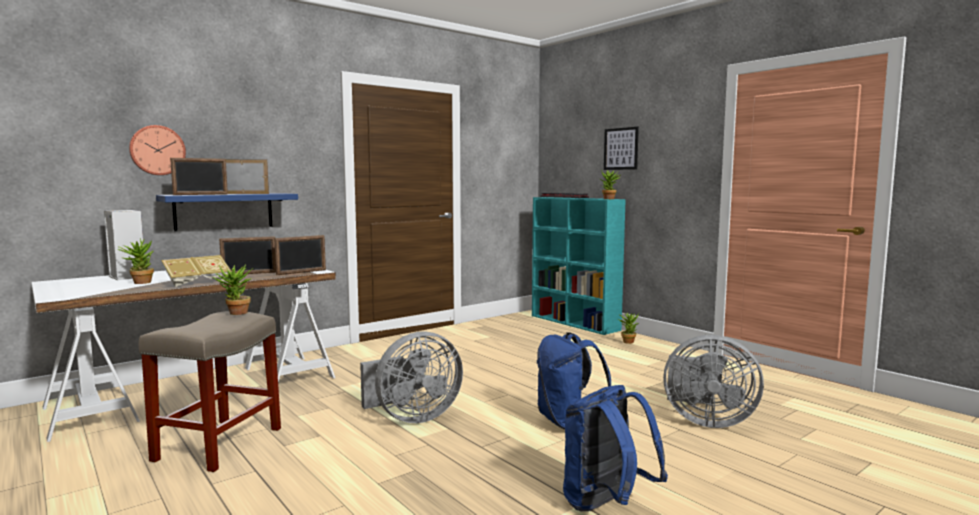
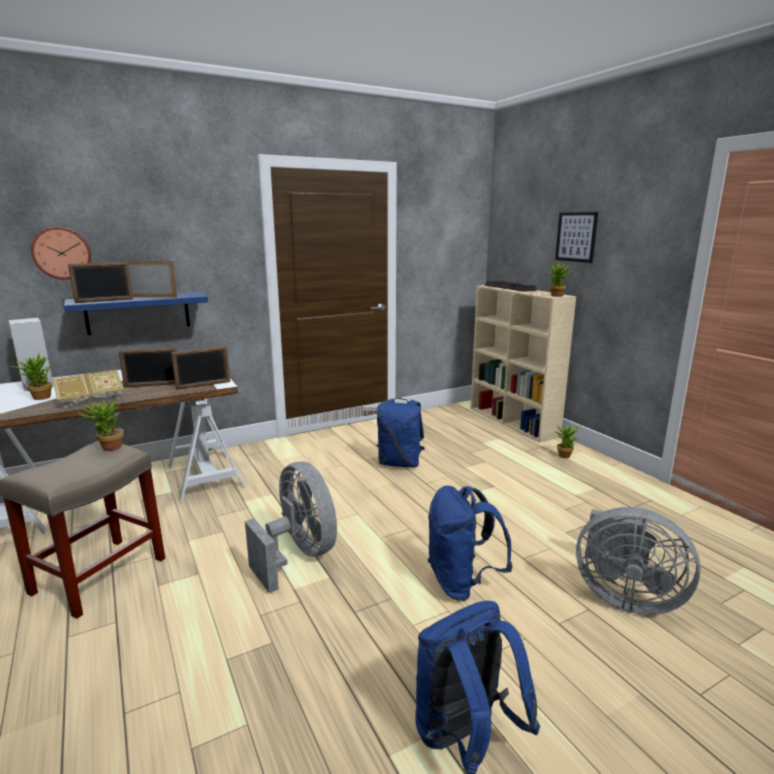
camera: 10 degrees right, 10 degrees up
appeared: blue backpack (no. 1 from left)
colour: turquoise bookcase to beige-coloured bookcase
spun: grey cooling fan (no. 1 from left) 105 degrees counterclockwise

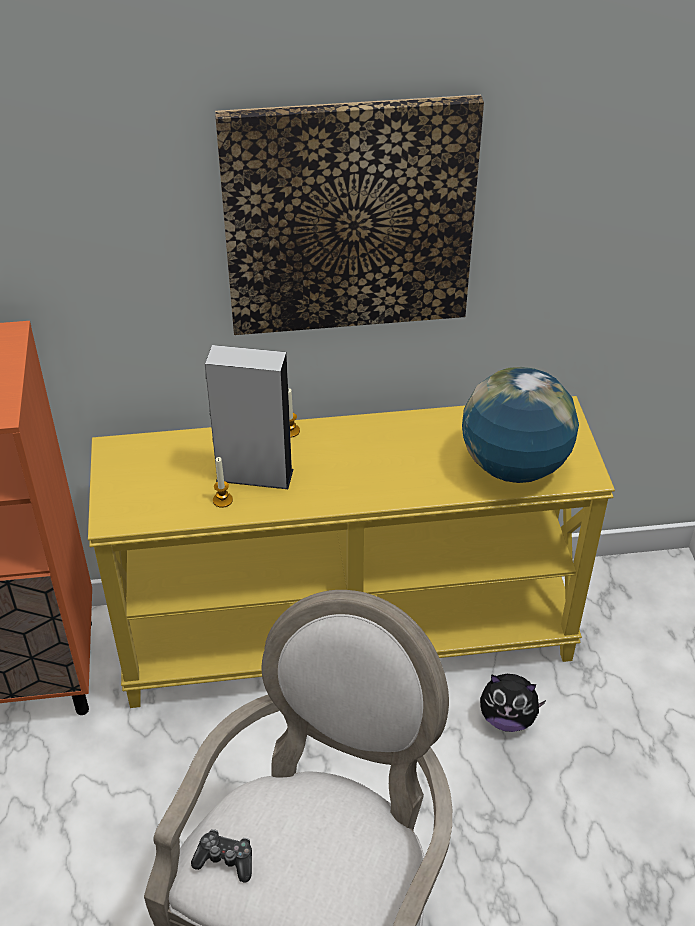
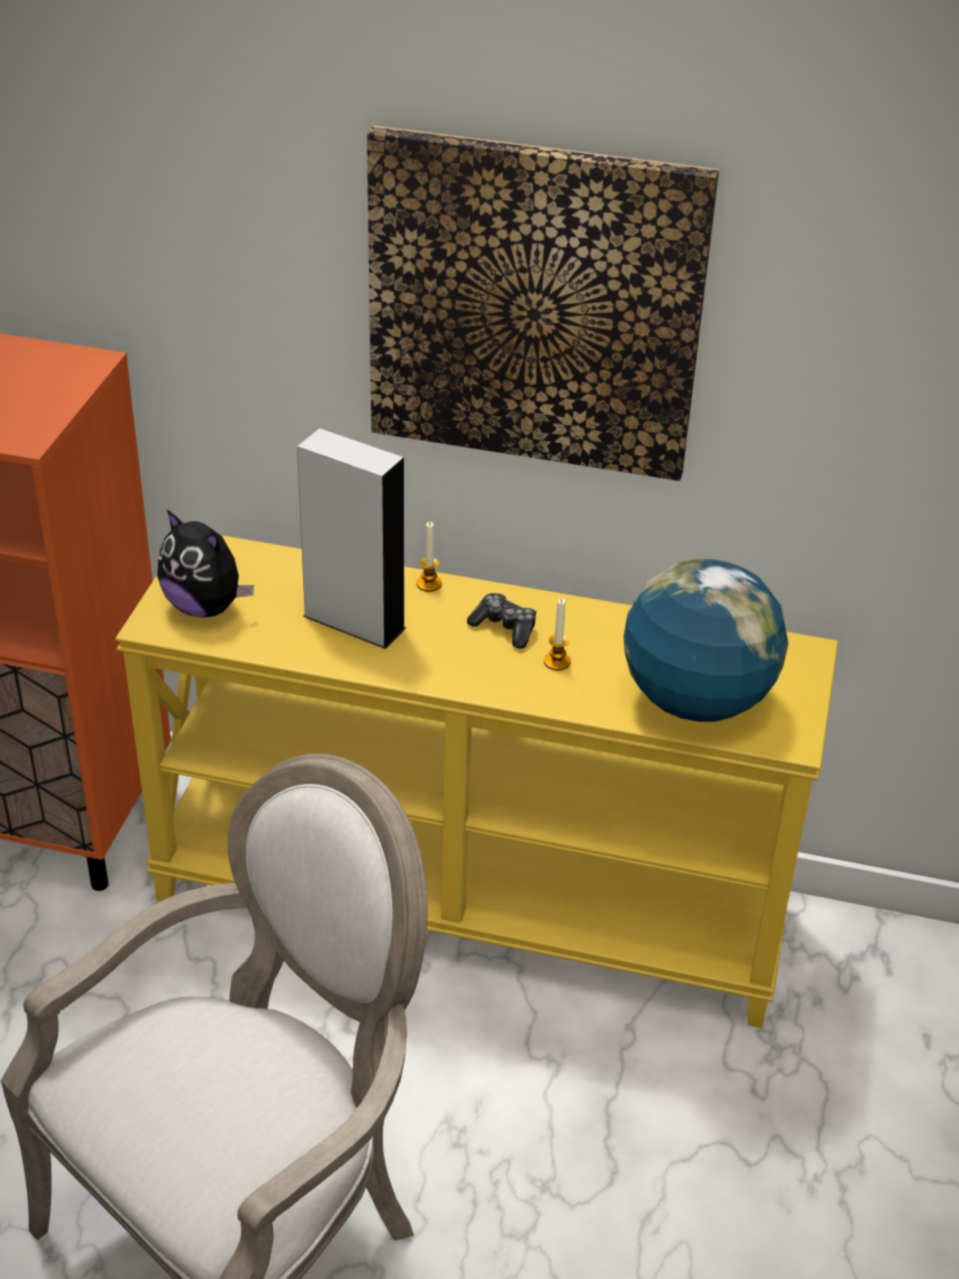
camera: 20 degrees right, 5 degrees down
relocated: game controller; candle (no. 1 from left in the first image) to candle (no. 2 from left); soft toy

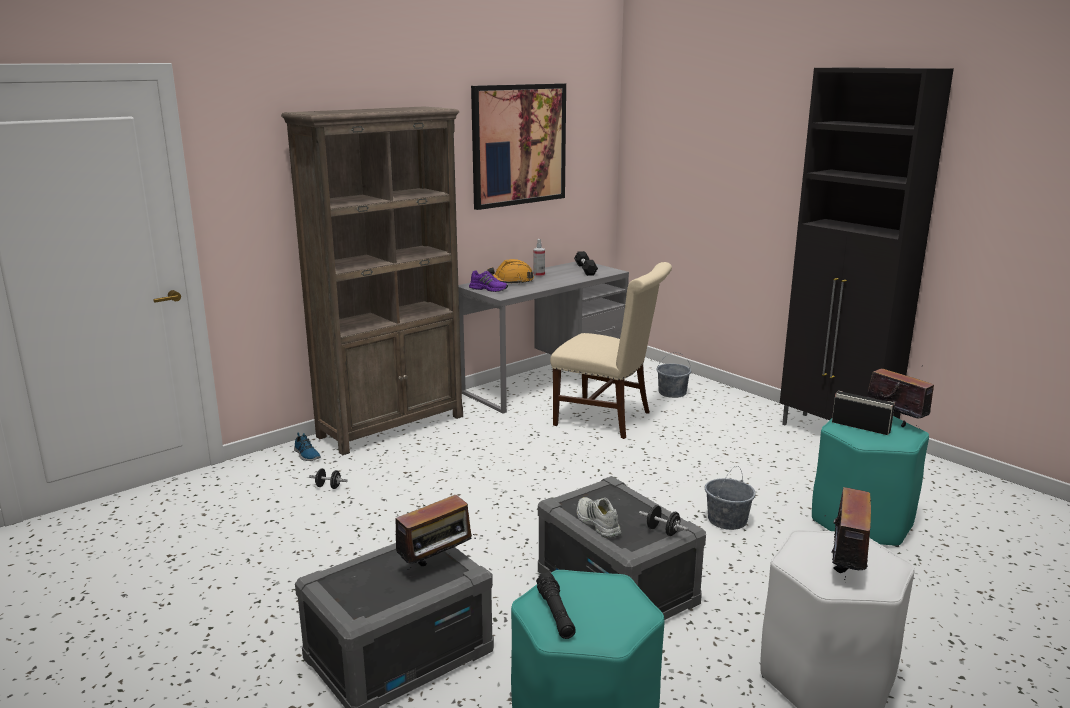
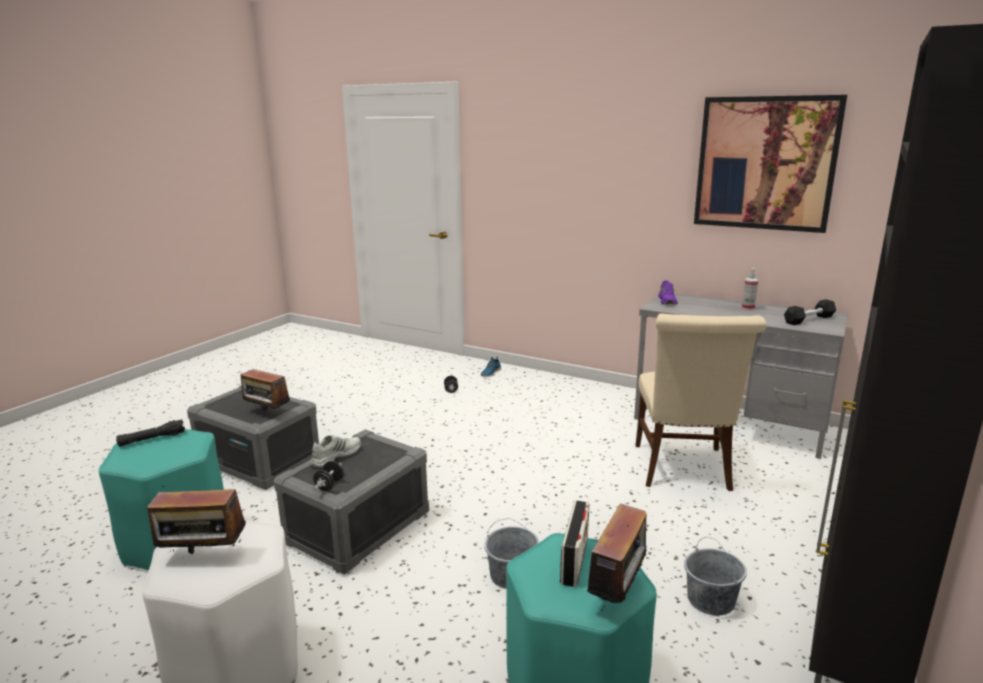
camera: 70 degrees right, 0 degrees up
missing: brown bookcase; orange-coloured work helmet
relocated: grey water bucket (no. 1 from left in the first image) to grey water bucket (no. 2 from left)

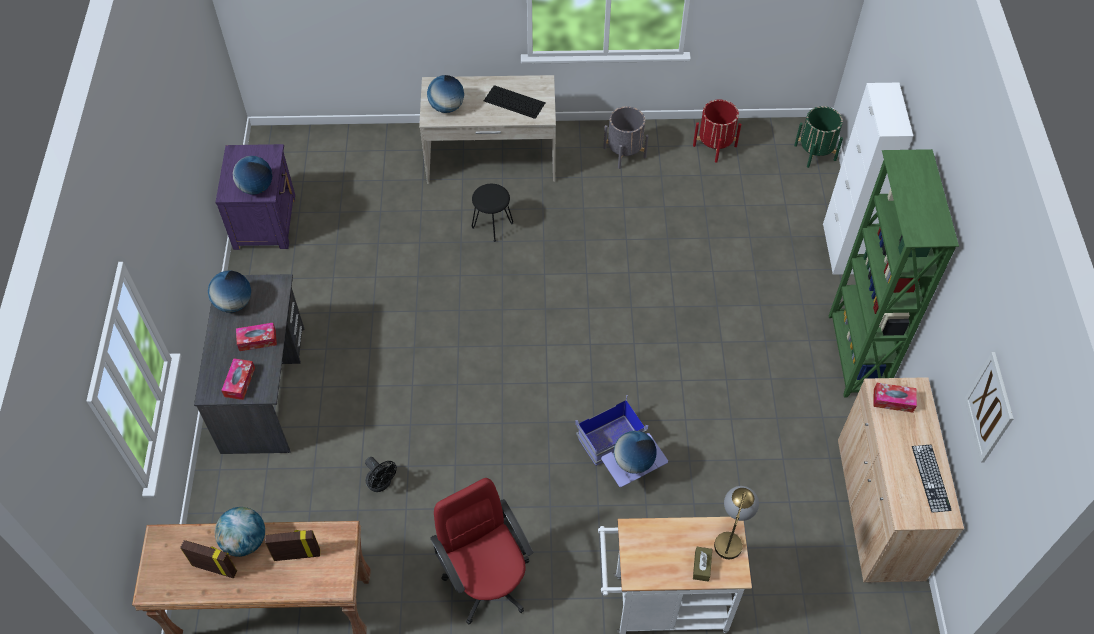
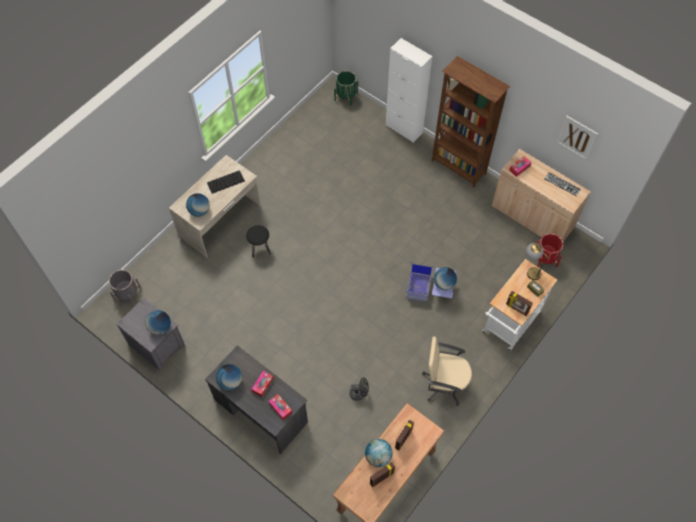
camera: 50 degrees left, 5 degrees up
appeared: photo frame (no. 3 from left)
relocated: grey flower pot; red-coloured flower pot
colour: purple bedside table to grey bedside table; red-coloured desk chair to beige-coloured desk chair; green bookcase to brown bookcase

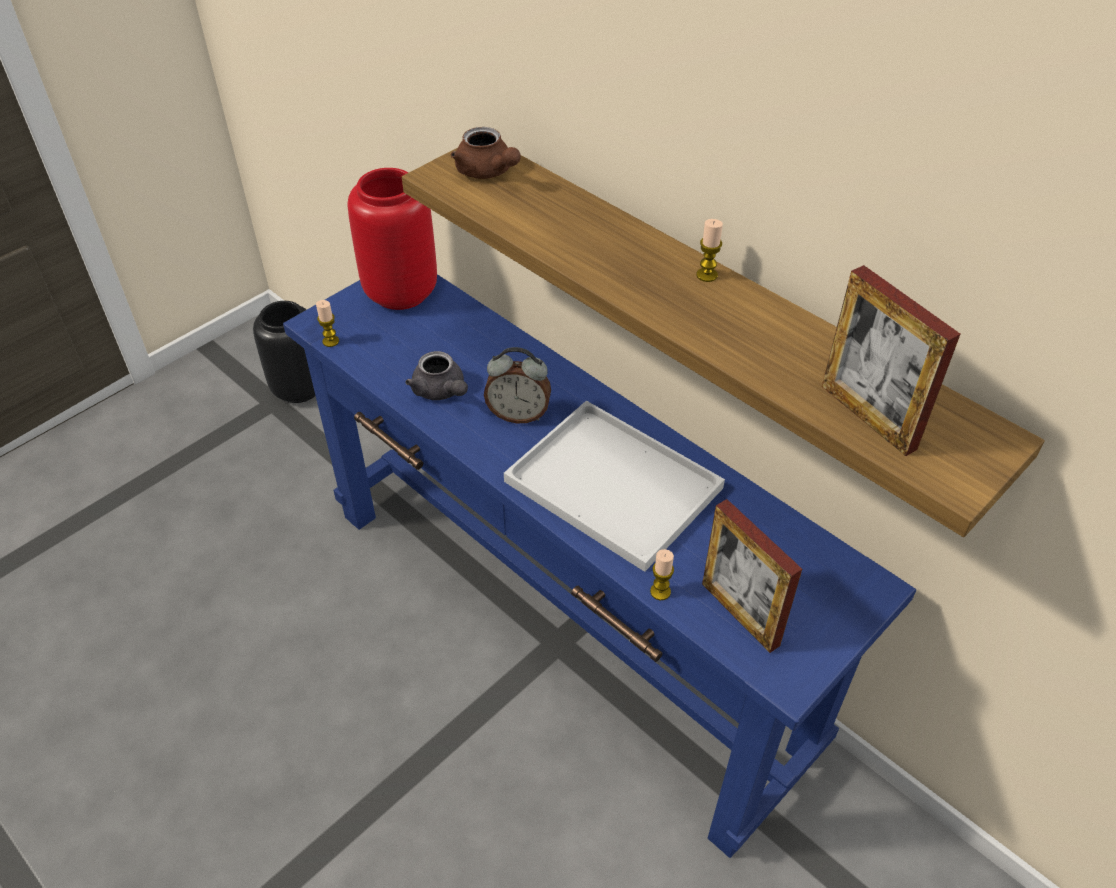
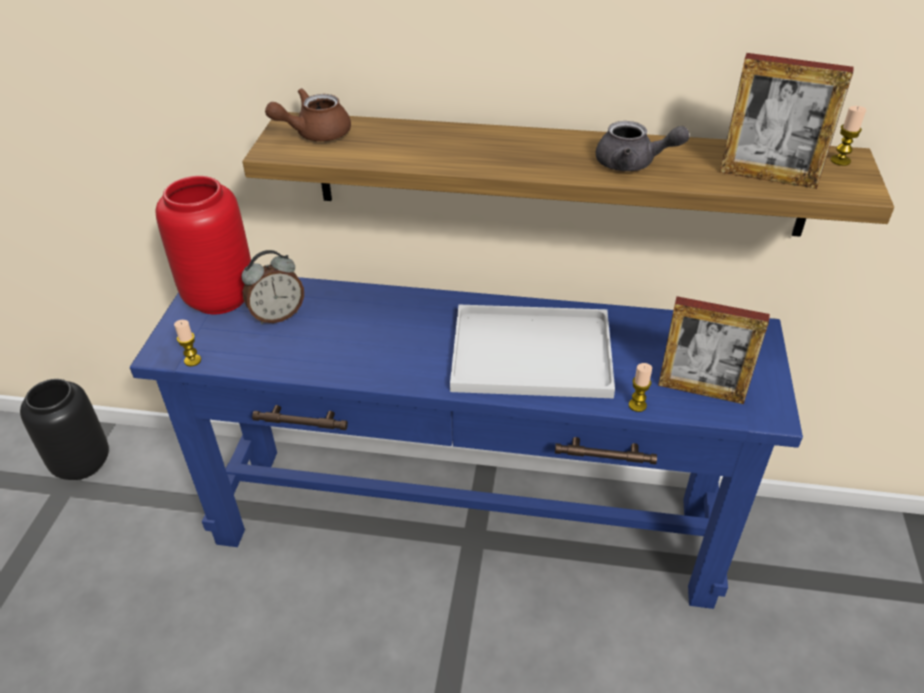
camera: 35 degrees left, 5 degrees down
relocated: grey pot for tea; table clock; candle (no. 3 from left)
spun: brown pot for tea 135 degrees clockwise

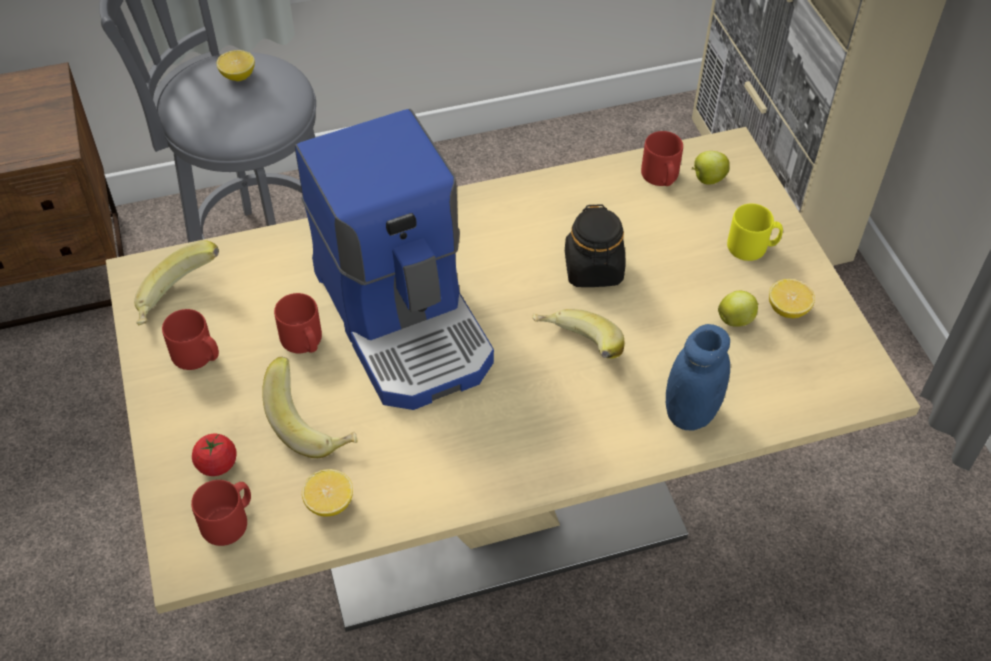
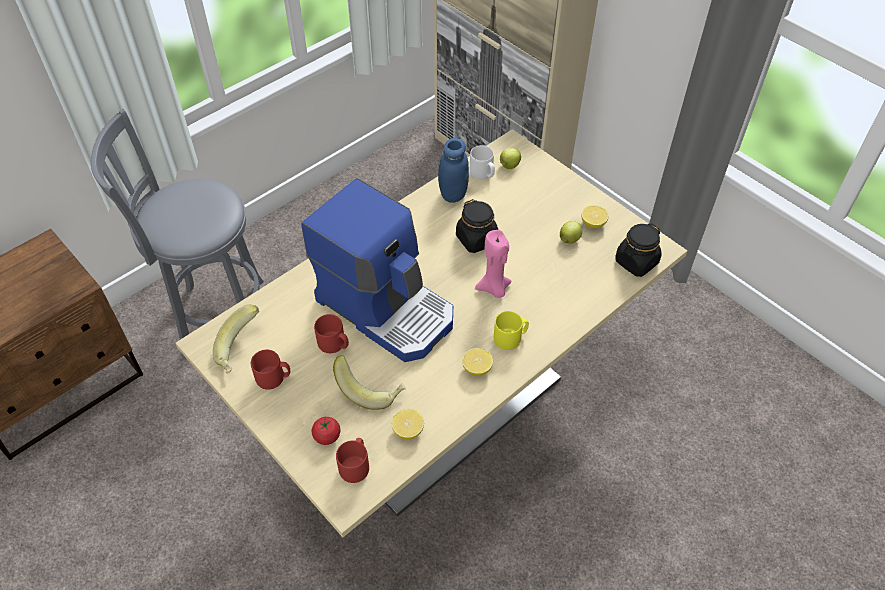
camera: 25 degrees left, 0 degrees up
appeared: black-coloured jar (no. 2 from left)
relocated: citrus fruit (no. 1 from left in the first image) to citrus fruit (no. 2 from left); blue jar; yellow-coloured tea mug
exchanged: banana (no. 3 from left) to pinkish candle
colour: red-coloured tea mug (no. 4 from left) to white-coloured tea mug

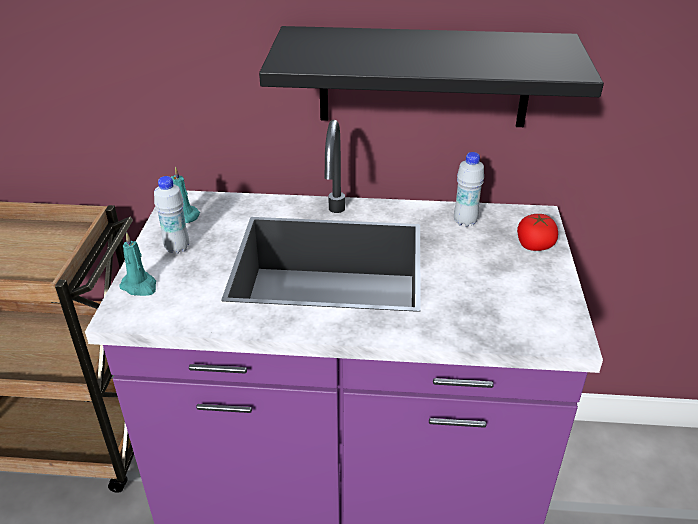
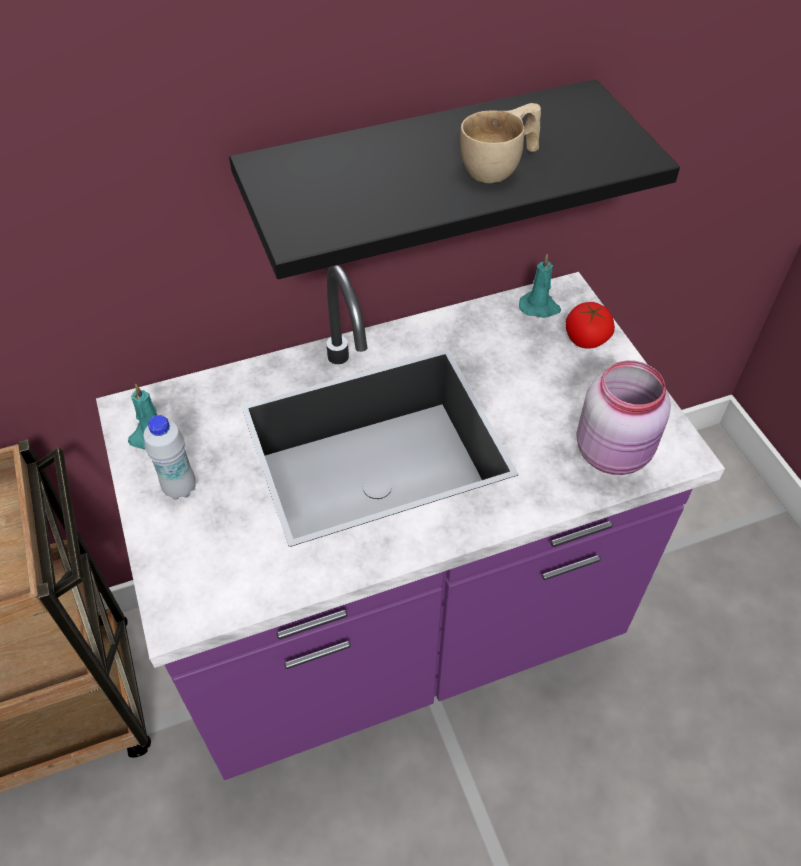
camera: 25 degrees left, 15 degrees up
missing: white-coloured bottle (no. 2 from left)
appeared: beige-coloured small cup; pinkish jar
relocated: turquoise candle (no. 1 from left in the first image) to turquoise candle (no. 2 from left)

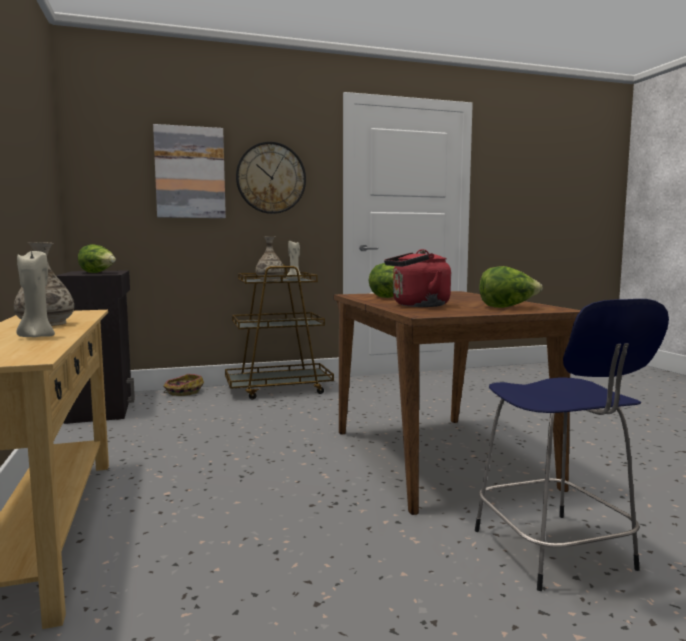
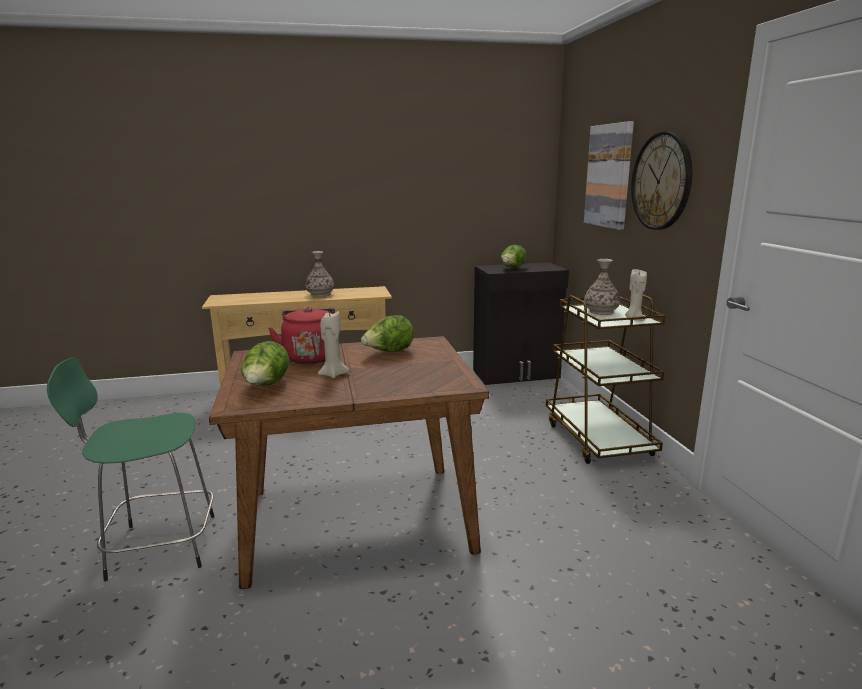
camera: 95 degrees right, 10 degrees up
missing: household basket
relocated: beige-coloured candle (no. 1 from left)
colour: blue sitting stool to green sitting stool

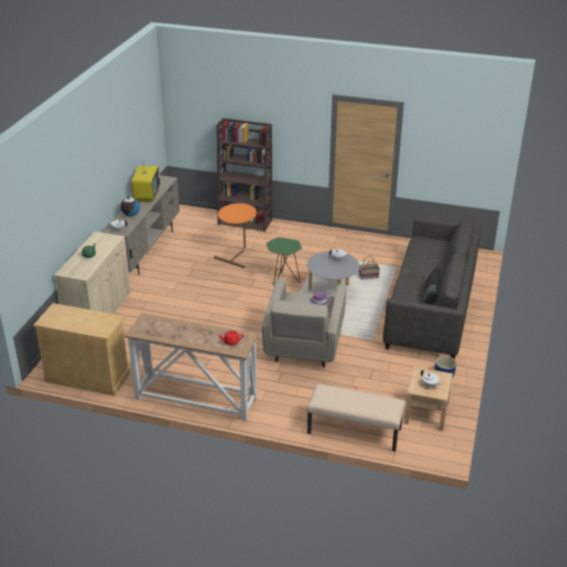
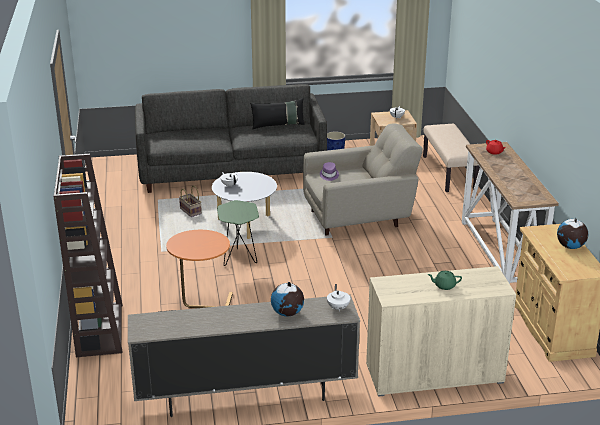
camera: 115 degrees left, 5 degrees down
missing: television
appeared: desk globe (no. 2 from left)

